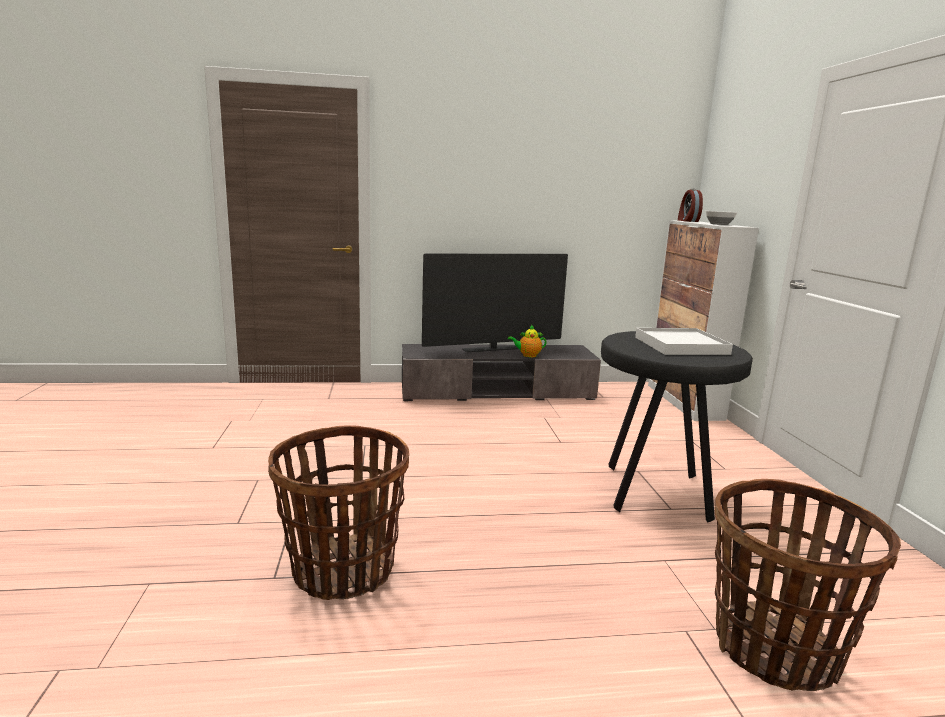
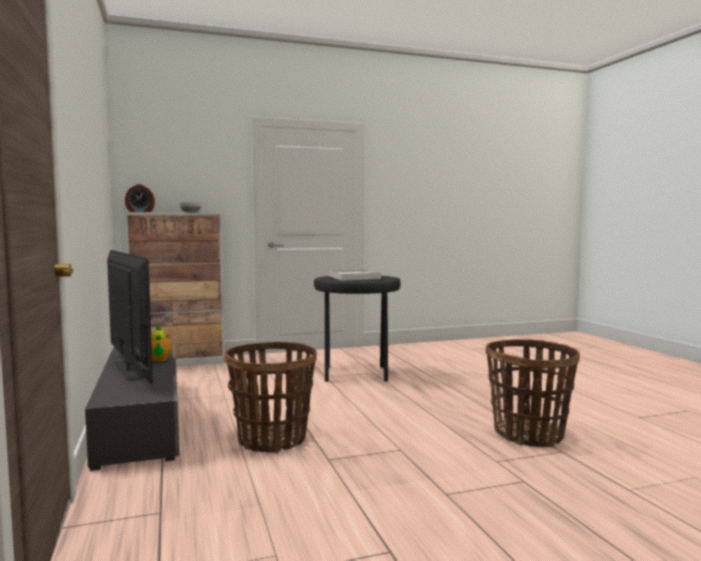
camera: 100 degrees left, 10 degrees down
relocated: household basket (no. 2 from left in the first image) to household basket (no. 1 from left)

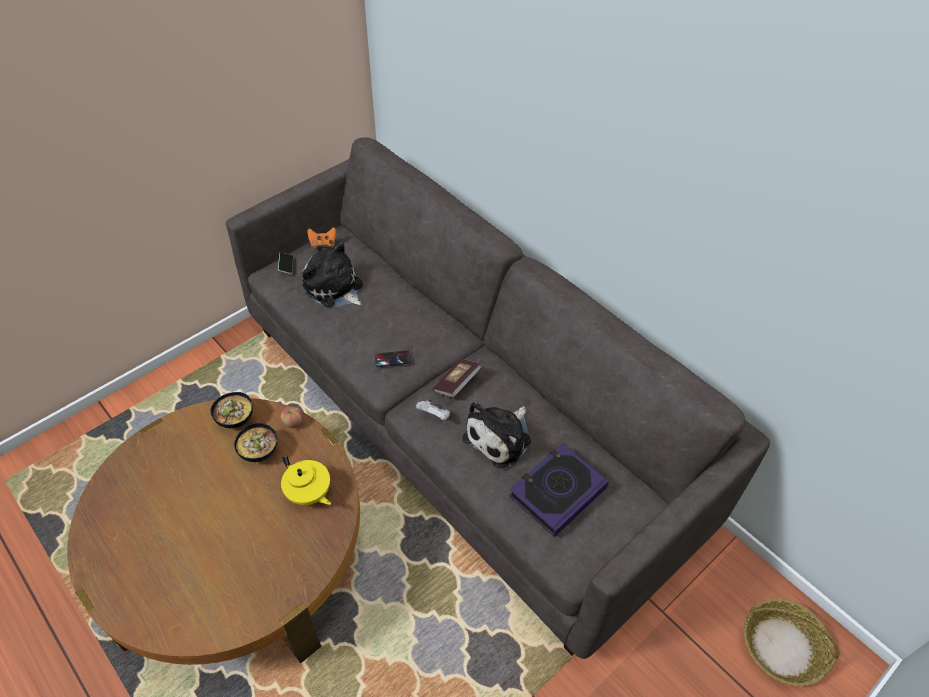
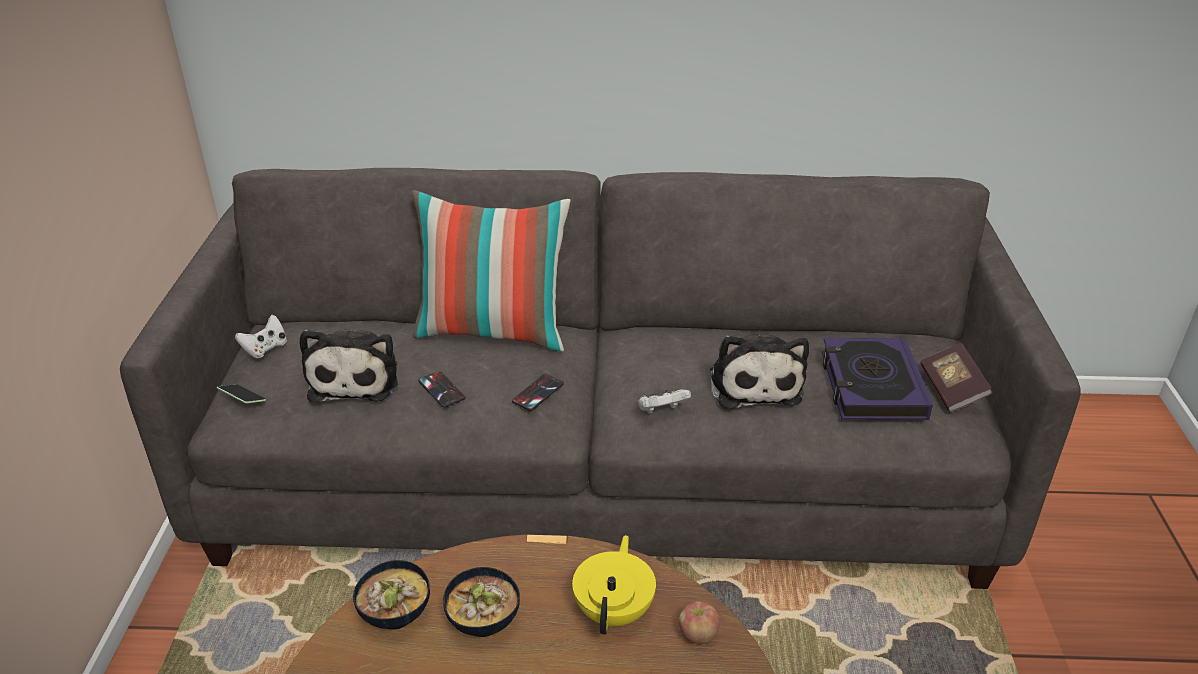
camera: 45 degrees left, 15 degrees down
missing: household basket
appeared: throw pillow; handset (no. 2 from left)
relocated: apple fruit; volume (no. 1 from left in the first image) to volume (no. 2 from left)
colour: orange-coloured game controller to white-coloured game controller (no. 1 from left)
spun: yellow-coloured pot for tea 75 degrees counterclockwise; soft toy (no. 1 from left) 90 degrees counterclockwise

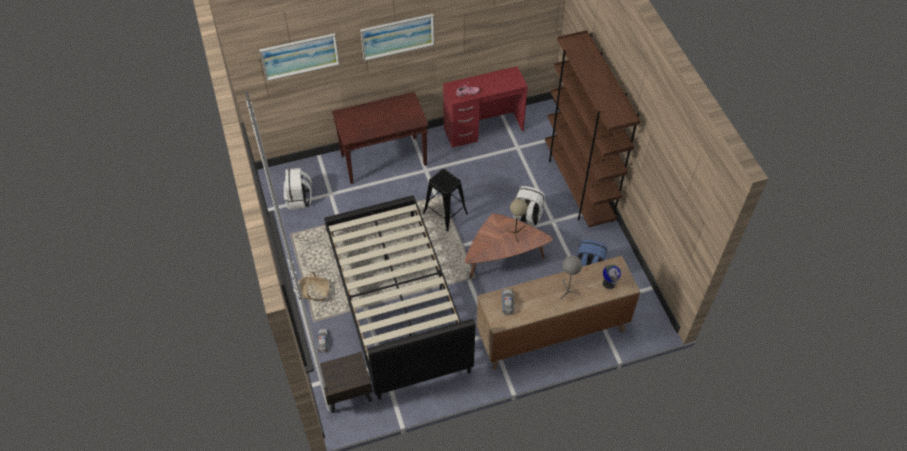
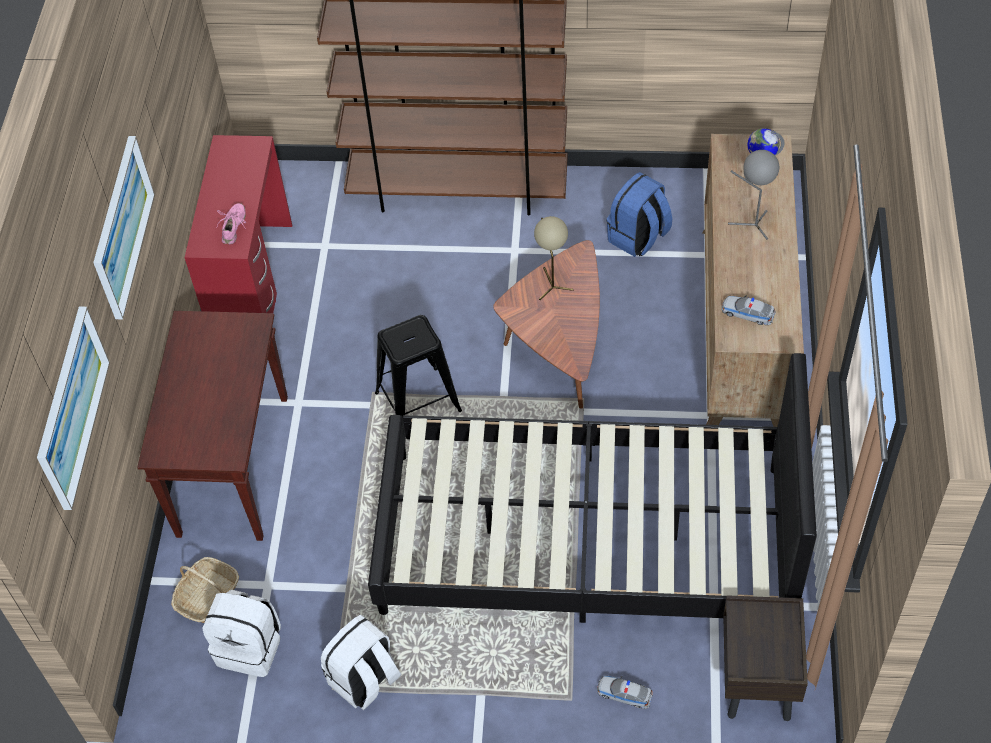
camera: 65 degrees left, 0 degrees up
relocated: household basket; white-coloured backpack (no. 2 from left)

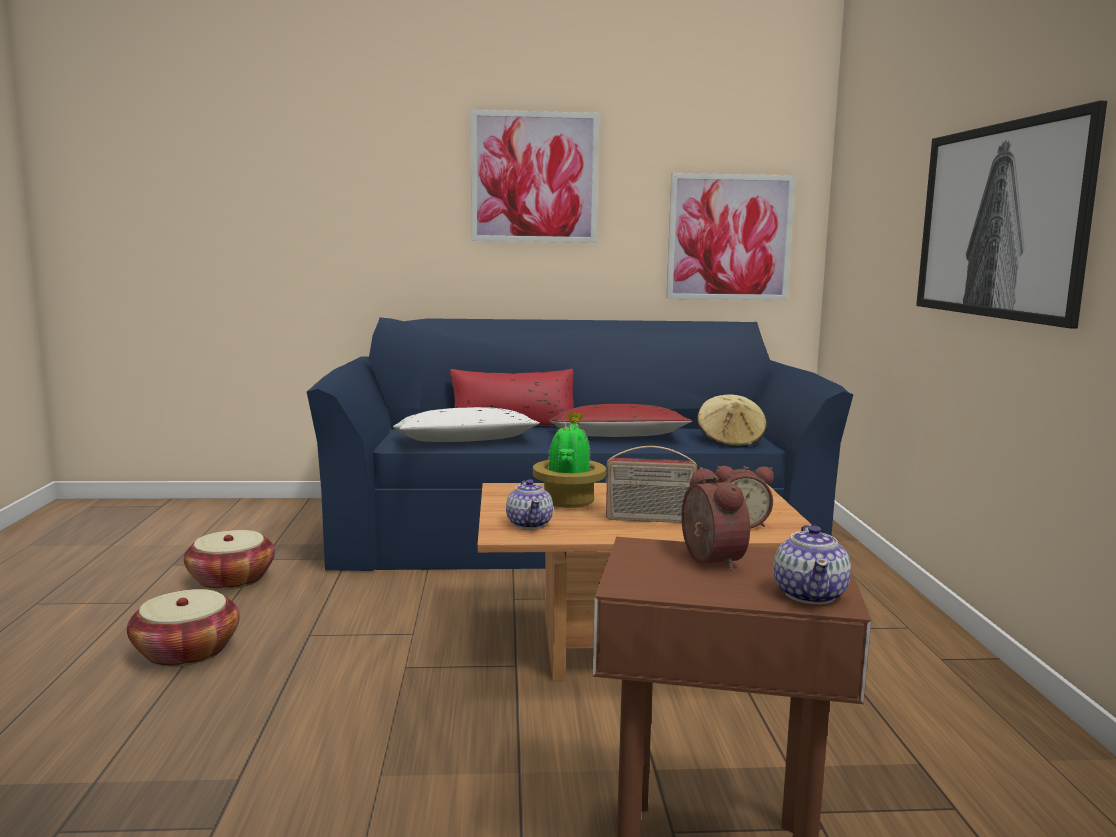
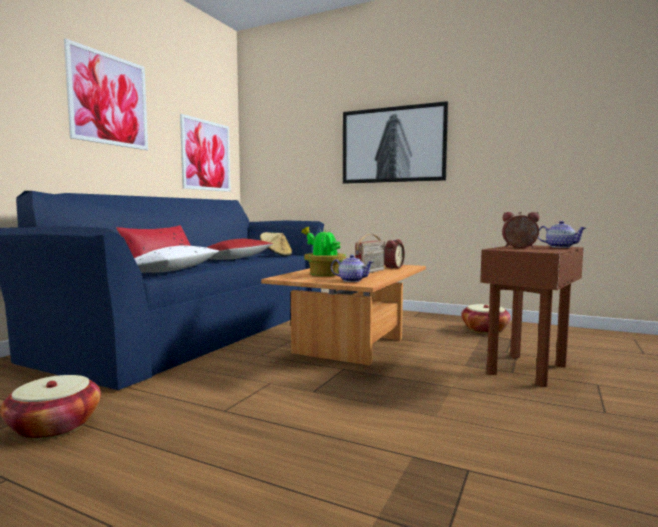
camera: 60 degrees left, 5 degrees down
relocated: household basket (no. 1 from left in the first image) to household basket (no. 2 from left)

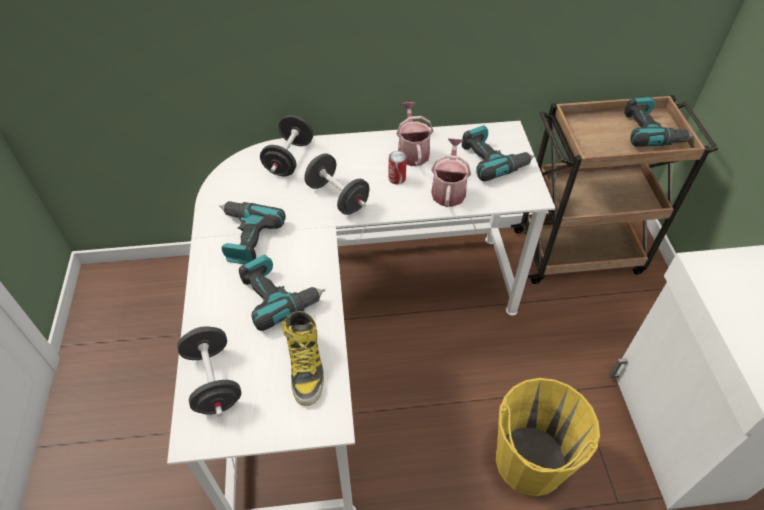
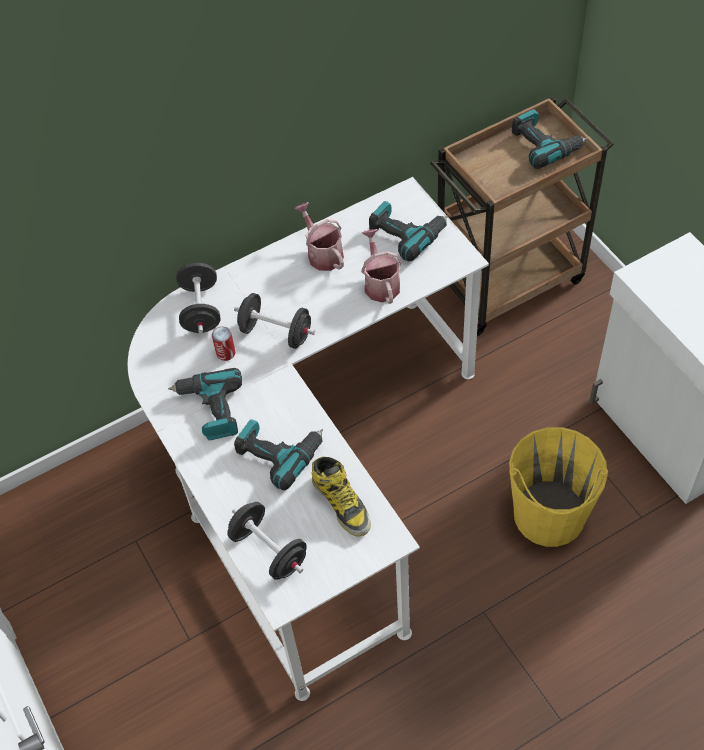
camera: 20 degrees left, 5 degrees up
relocated: metal can

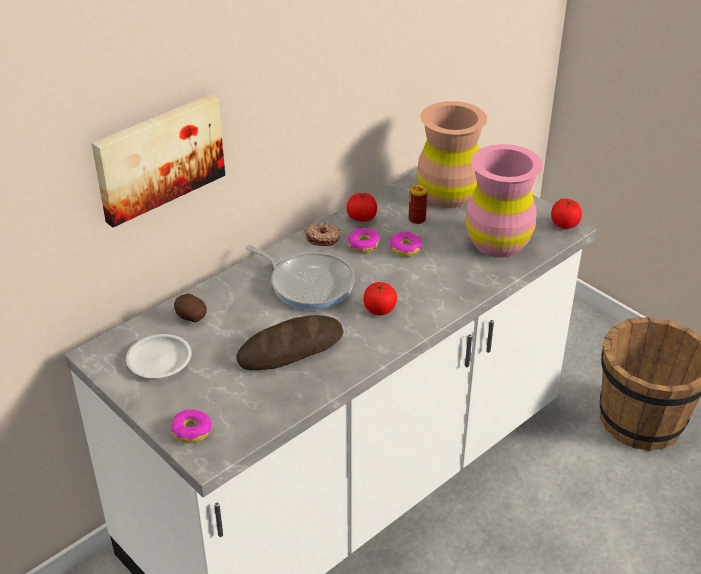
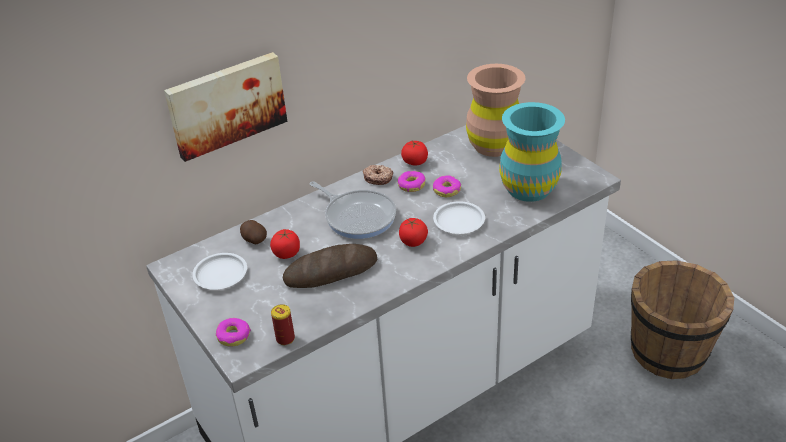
camera: 10 degrees right, 0 degrees up
appeared: white-coloured flat dish (no. 2 from left)
relocated: metal can; whole tomato (no. 3 from left in the first image) to whole tomato (no. 1 from left)
colour: pinkish decorative vase to turquoise decorative vase

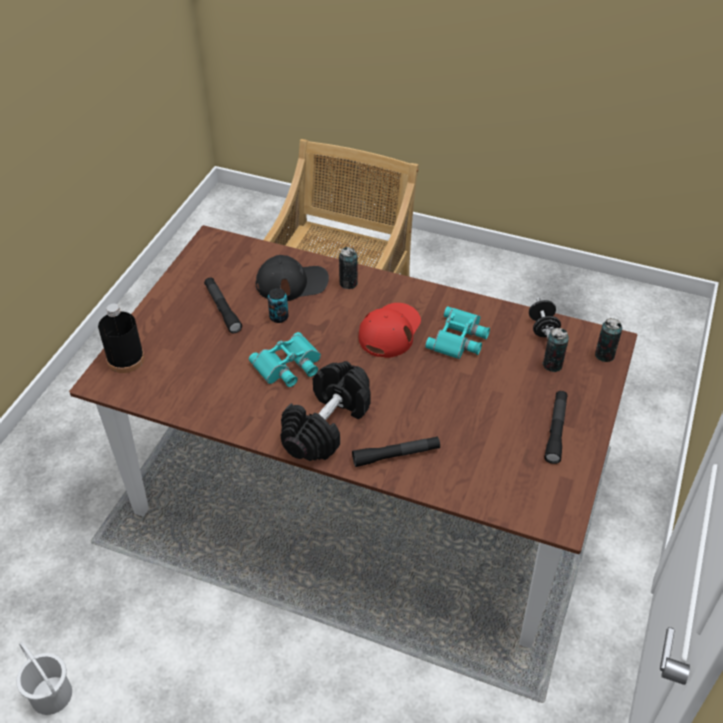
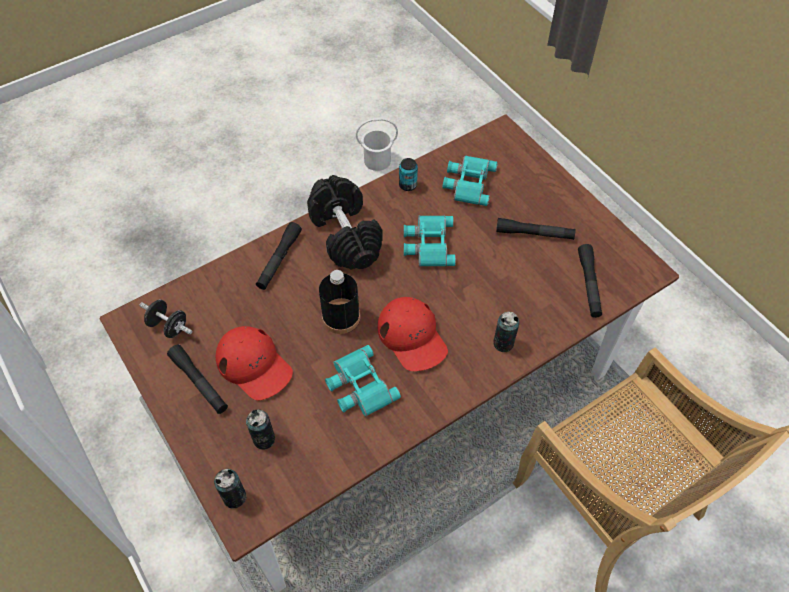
camera: 125 degrees right, 10 degrees up
missing: black-coloured baseball cap
appeared: red-coloured baseball cap (no. 1 from left); turquoise pair of binoculars (no. 3 from left); black-coloured torch (no. 4 from left)
relocated: black-coloured bottle; metal can (no. 1 from left in the first image) to metal can (no. 3 from left); black-coloured hand weight (no. 2 from left in the first image) to black-coloured hand weight (no. 1 from left)

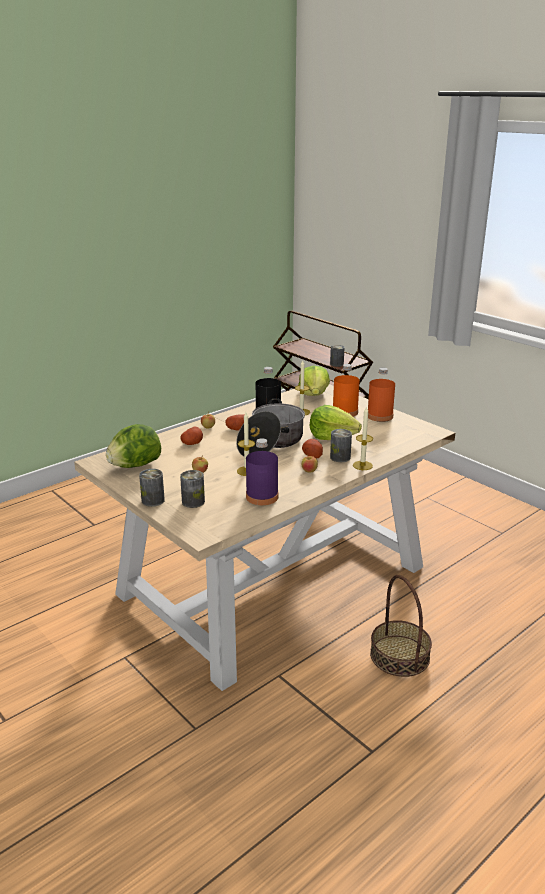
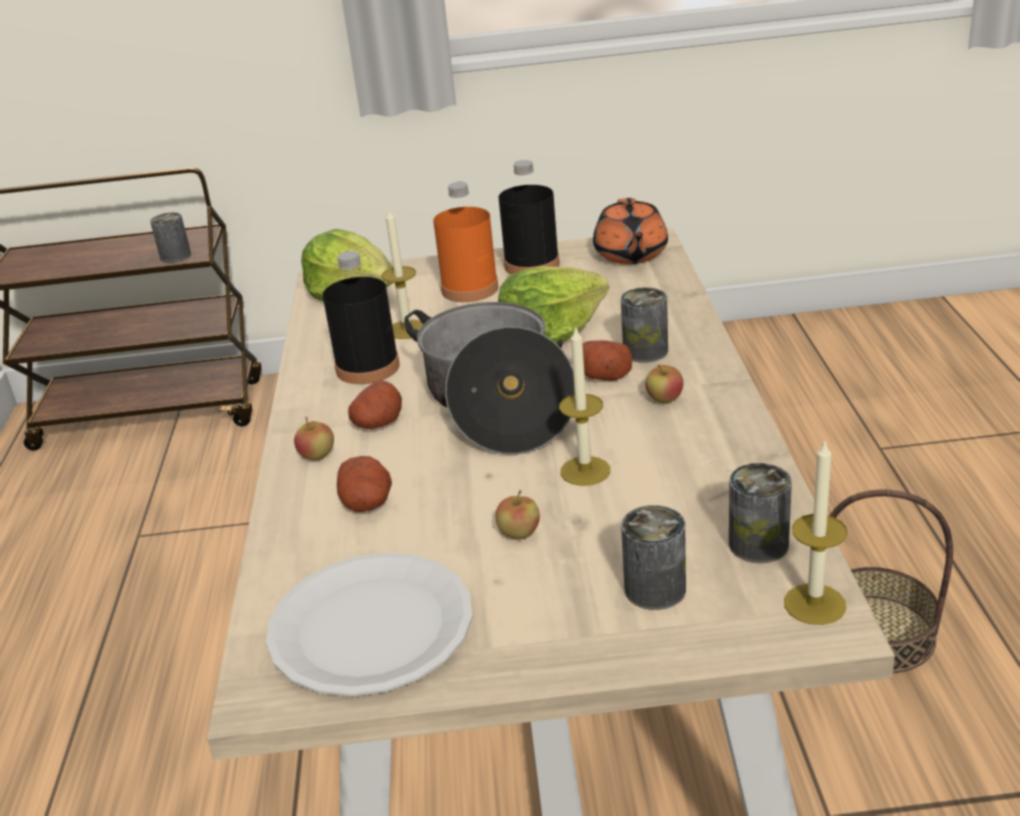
camera: 50 degrees left, 5 degrees up
missing: purple bottle
appeared: orange-coloured pot for tea
relocated: metal can (no. 1 from left in the first image) to metal can (no. 4 from left); candle (no. 3 from left)
exchanged: head of lettuce (no. 1 from left) to white-coloured flat dish
colour: orange-coloured bottle (no. 2 from left) to black-coloured bottle (no. 2 from left)

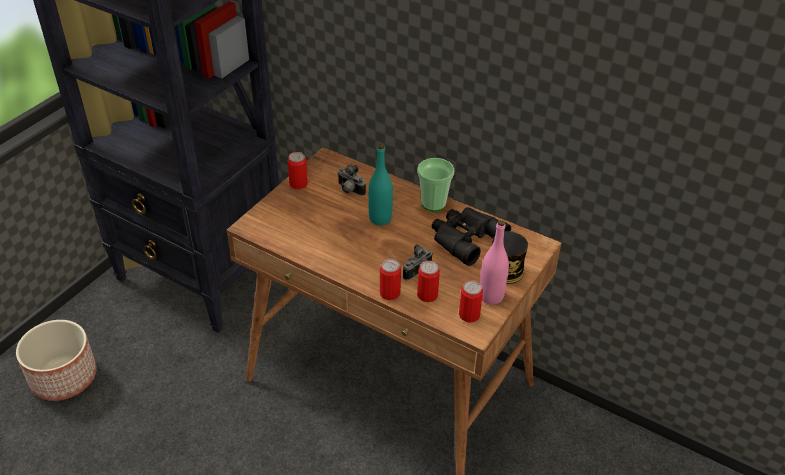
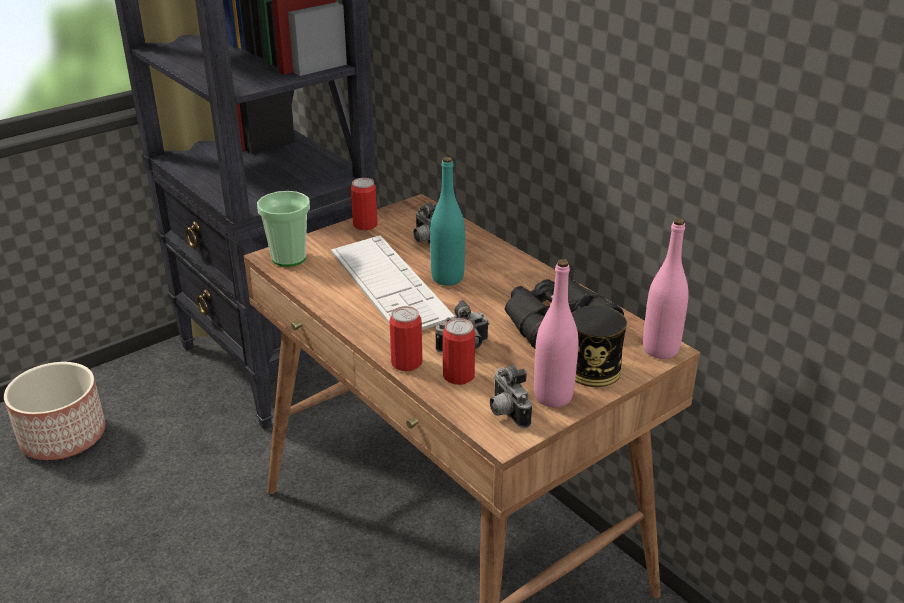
camera: 20 degrees right, 10 degrees down
appeared: keyboard; pinkish bottle (no. 2 from left)
relocated: small cup
exchanged: metal can (no. 4 from left) to photo camera (no. 3 from left)

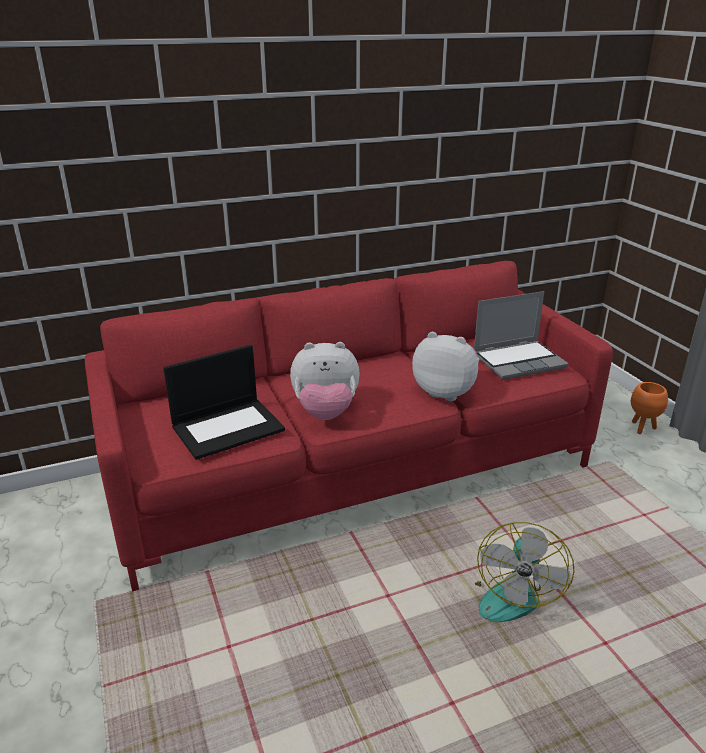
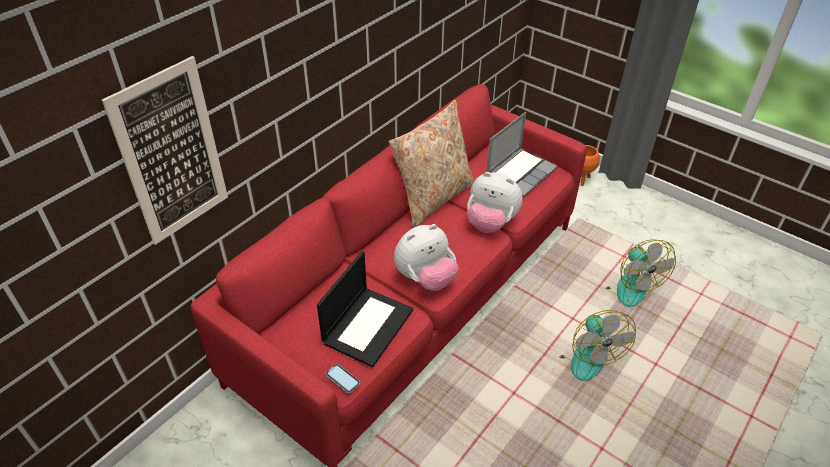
camera: 30 degrees left, 15 degrees up
appeared: picture; handset; beige-coloured throw pillow; cooling fan (no. 2 from left)
spun: soft toy (no. 2 from left) 150 degrees counterclockwise

